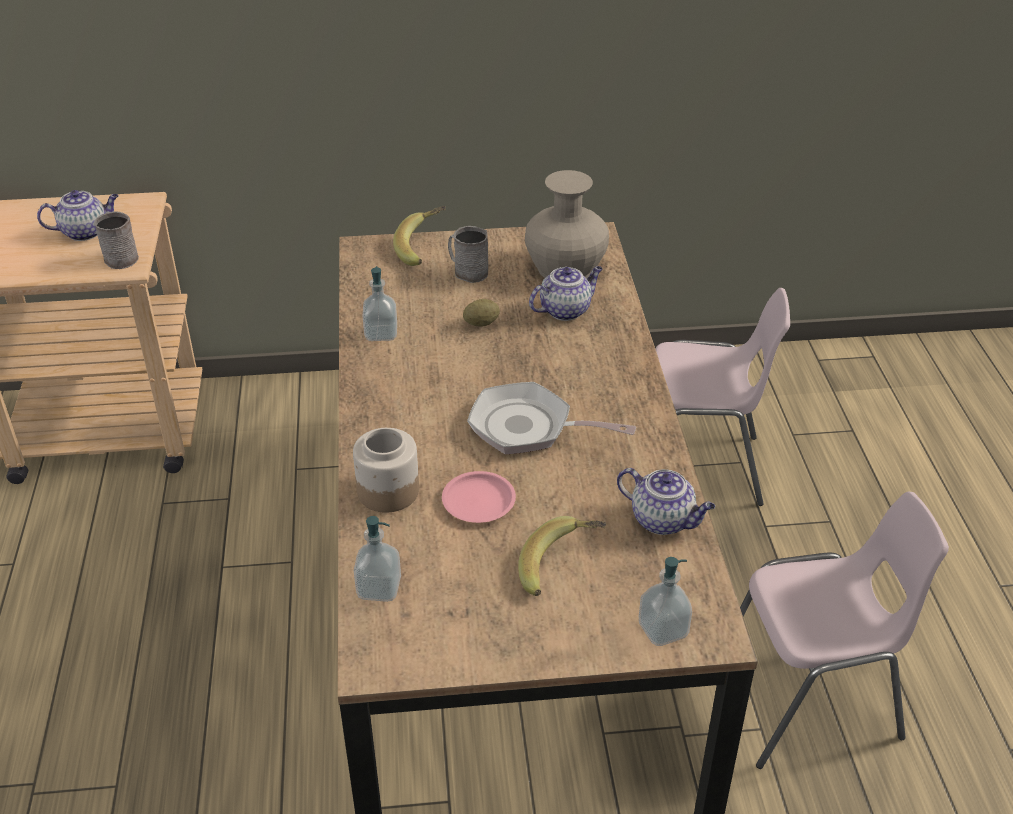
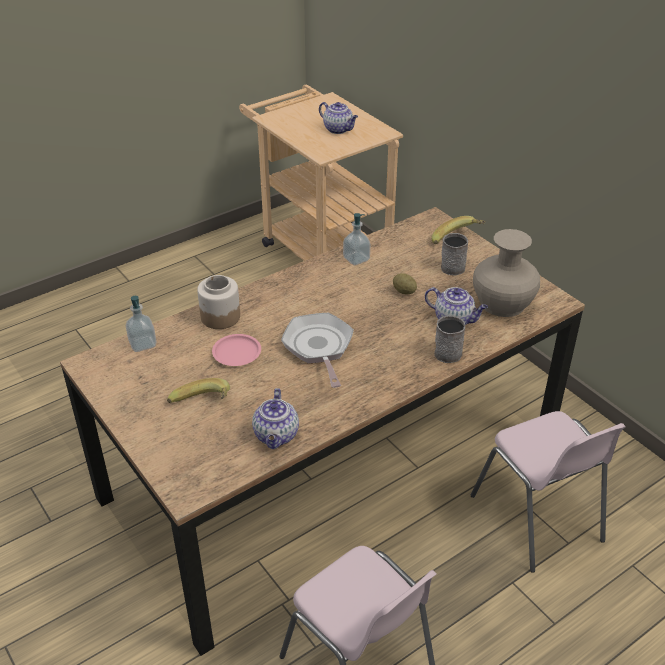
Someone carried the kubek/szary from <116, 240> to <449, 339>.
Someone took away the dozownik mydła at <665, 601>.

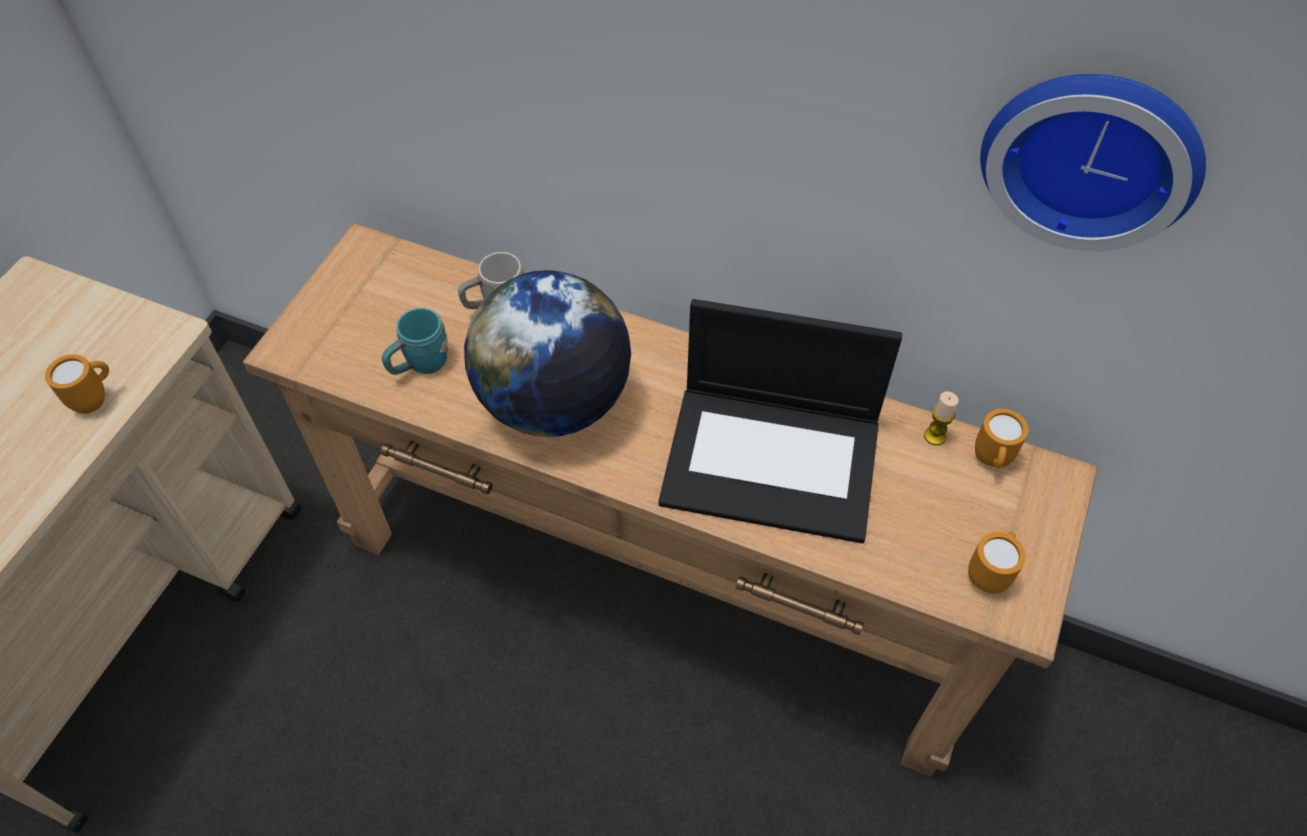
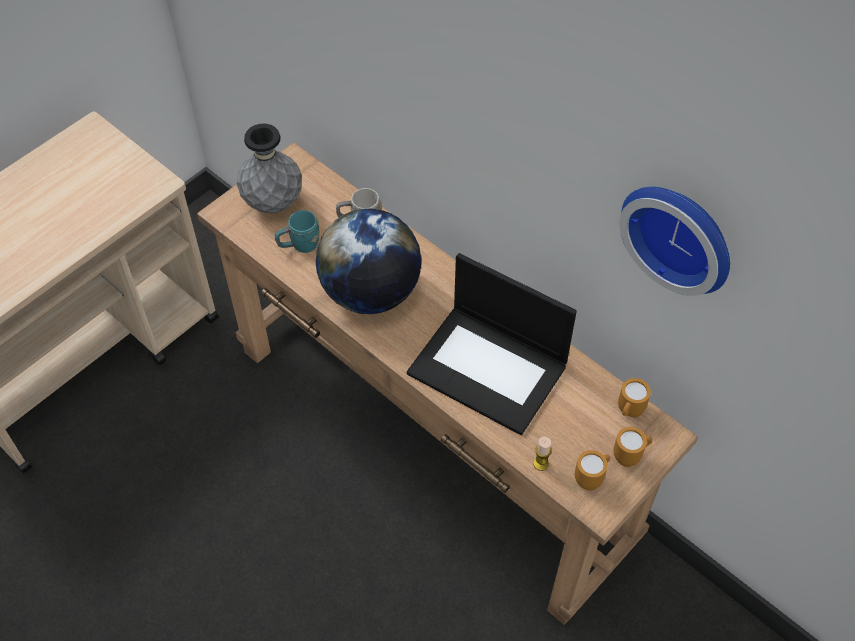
Someone carried the kubek/pomarańczowy from <77, 384> to <632, 447>.
Someone carried the świeca from <941, 418> to <542, 453>.
Someone put down the wazon/szary at <269, 168>.

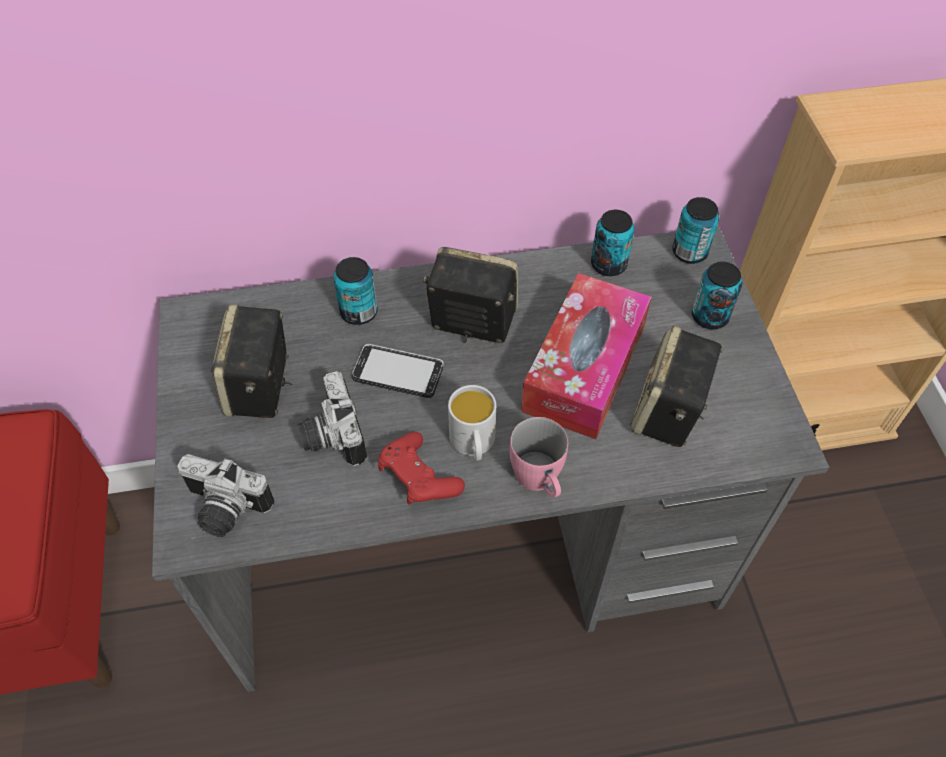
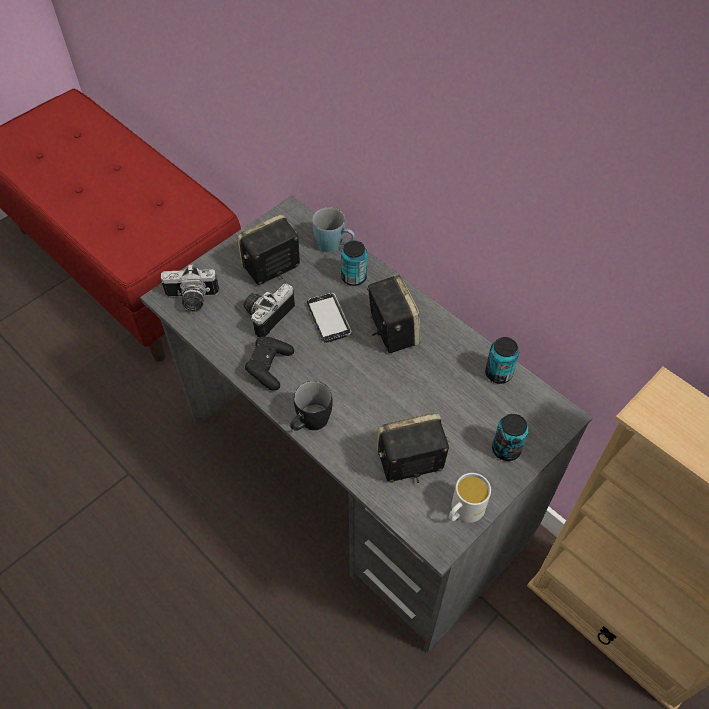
Someone rotated the aparat fotograficzny at <225, 495> by 75 degrees counterclockwise.
Someone repainted the pad do gier/czerwony at <421, 468>, which became the pad do gier/czarny at <269, 363>.
Someone carried the kubek/biały from <472, 423> to <470, 498>.
Someone repainted the kubek/różowy at <539, 457>, which became the kubek/czarny at <311, 406>.
Someone took away the pudełko chusteczek at <586, 356>.
Someone took away the puszka at <695, 230>.
Someone put down the kubek/niebieski at <333, 230>.

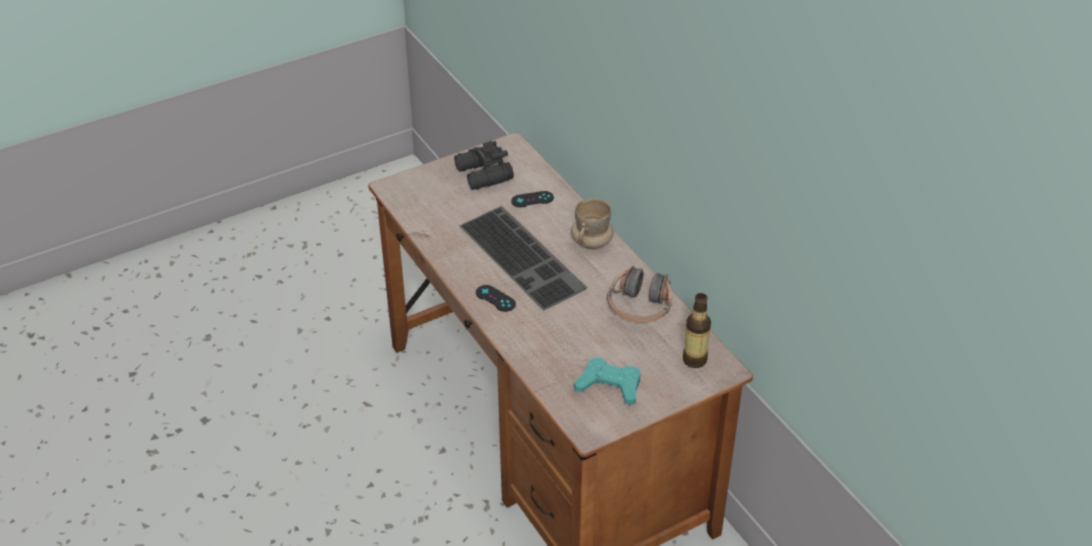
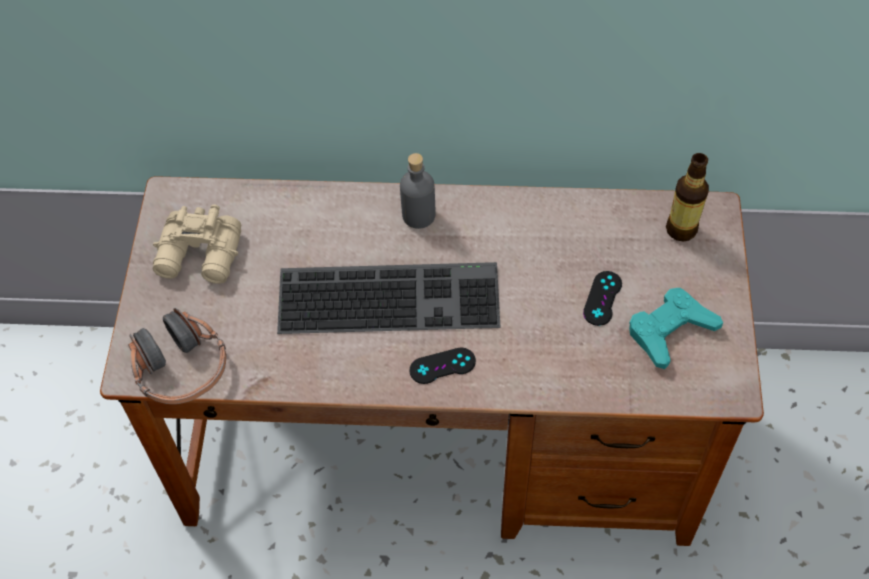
Someone repainted the lornetka/czarny at <484, 165>, which became the lornetka/beżowy at <197, 244>.
Someone carried the pad do gier/czarny from <532, 199> to <602, 298>.
Someone swapped the kubek/beżowy at <592, 224> for the butelka/szary at <418, 191>.
Someone carried the słuchawki from <639, 294> to <177, 356>.

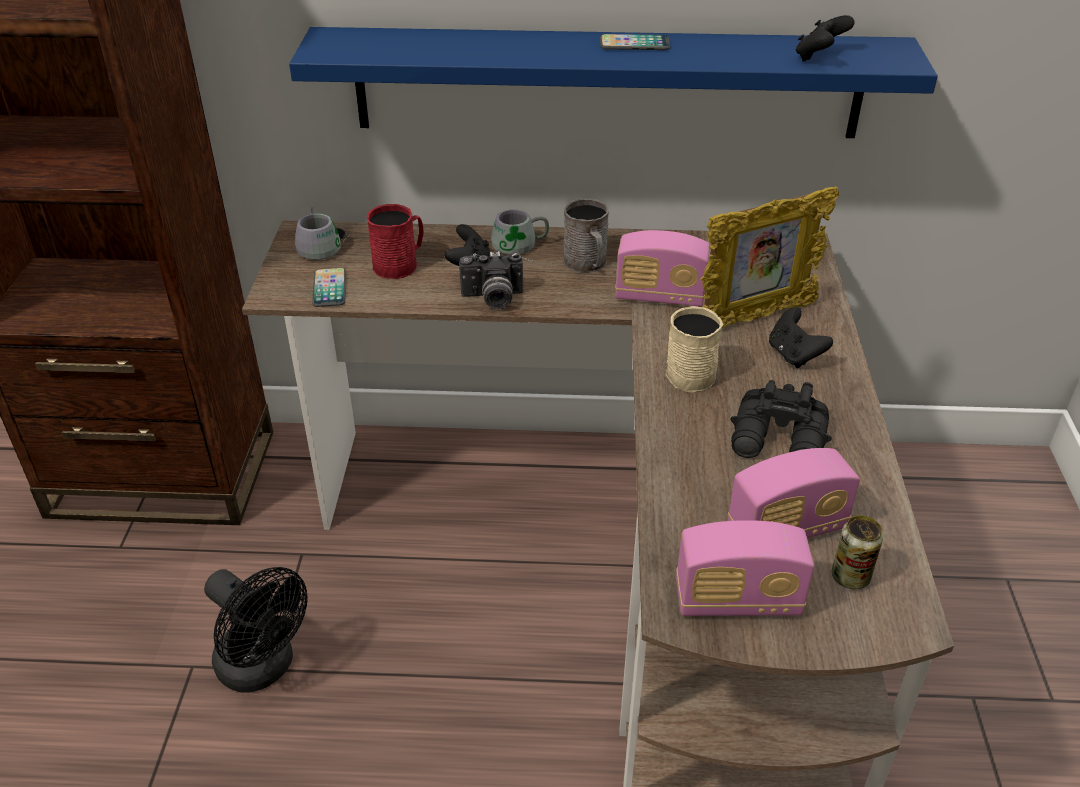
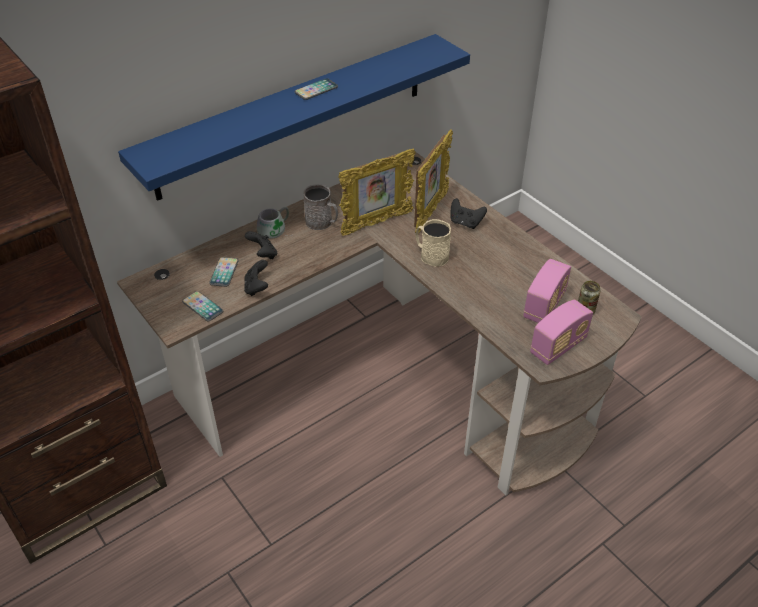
Someone took away the wentylator/czarny at <256, 630>.
Someone took away the kubek/szary at <322, 233>.
Someone swapped the kubek/czerwony at <395, 241> for the telefon at <224, 272>.
Someone took away the aparat fotograficzny at <491, 280>.
Someone swapped the radio at <662, 268> for the ramka na zdjęcie at <377, 192>.
Someone took away the lornetka/czarny at <781, 419>.
Someone carried the pad do gier/czarny from <825, 38> to <256, 278>.

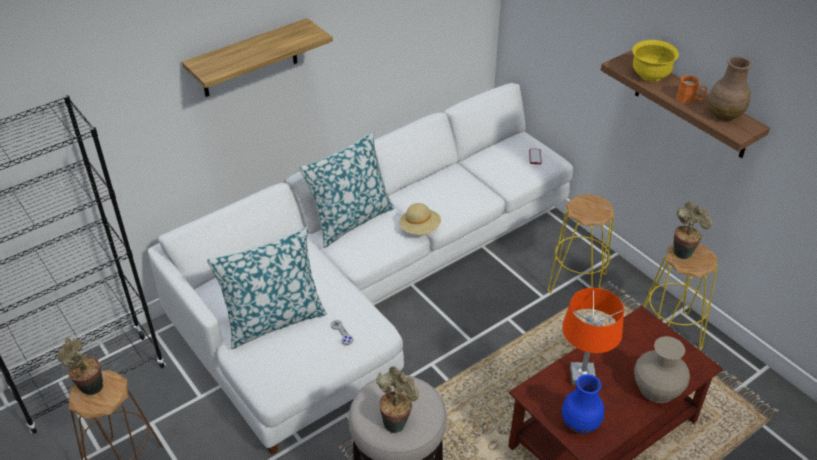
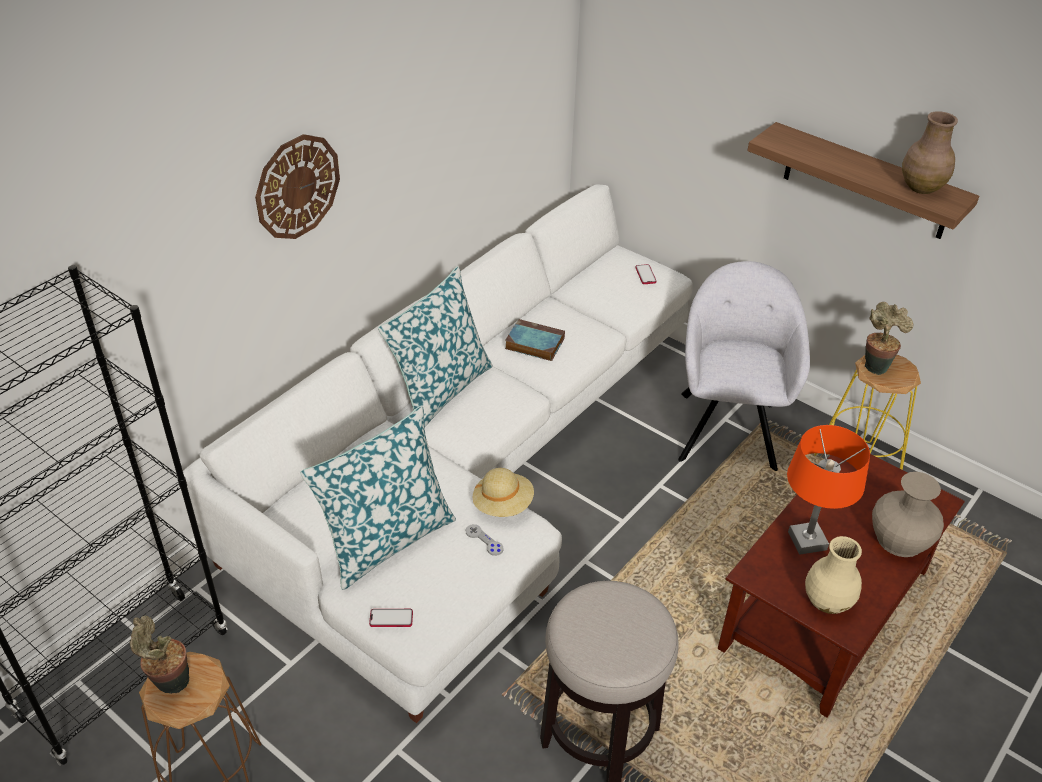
Someone swapped the półka at <257, 57> for the zegar ścienny at <297, 186>.
Someone took away the roślina doniczkowa at <397, 399>.
Someone carried the kapelusz/beżowy from <420, 219> to <503, 492>.
Someone swapped the stołek/żółty at <581, 243> for the fotel/szary at <744, 366>.
Someone repainted the wazon/niebieski at <583, 404>, which became the wazon/beżowy at <833, 575>.
Someone took away the miska/żółty at <655, 61>.
Someone took away the kubek/pomarańczowy at <692, 89>.
Someone put down the telefon at <391, 618>.
Someone put down the książka at <535, 340>.

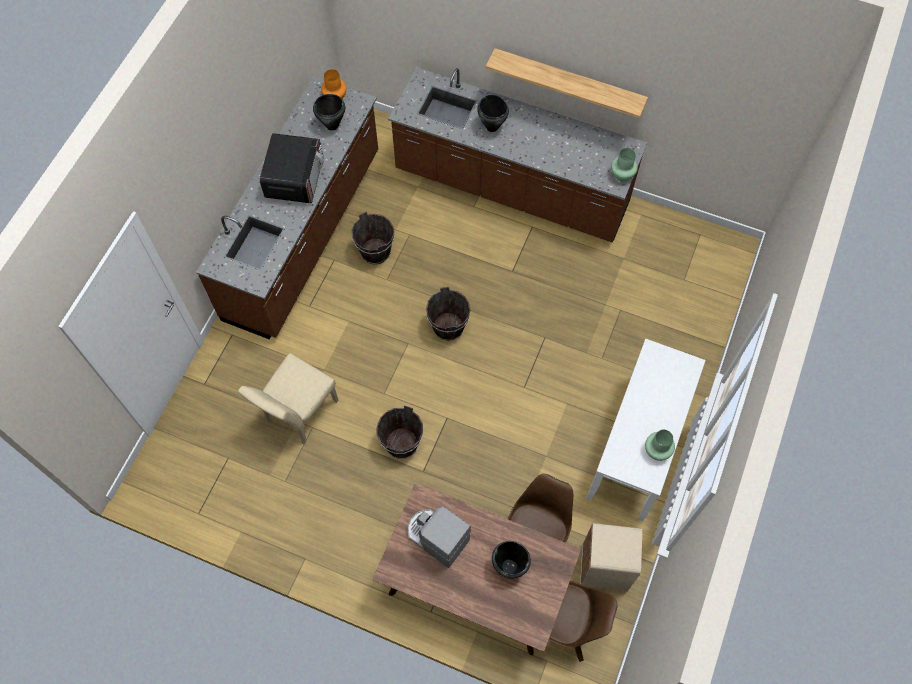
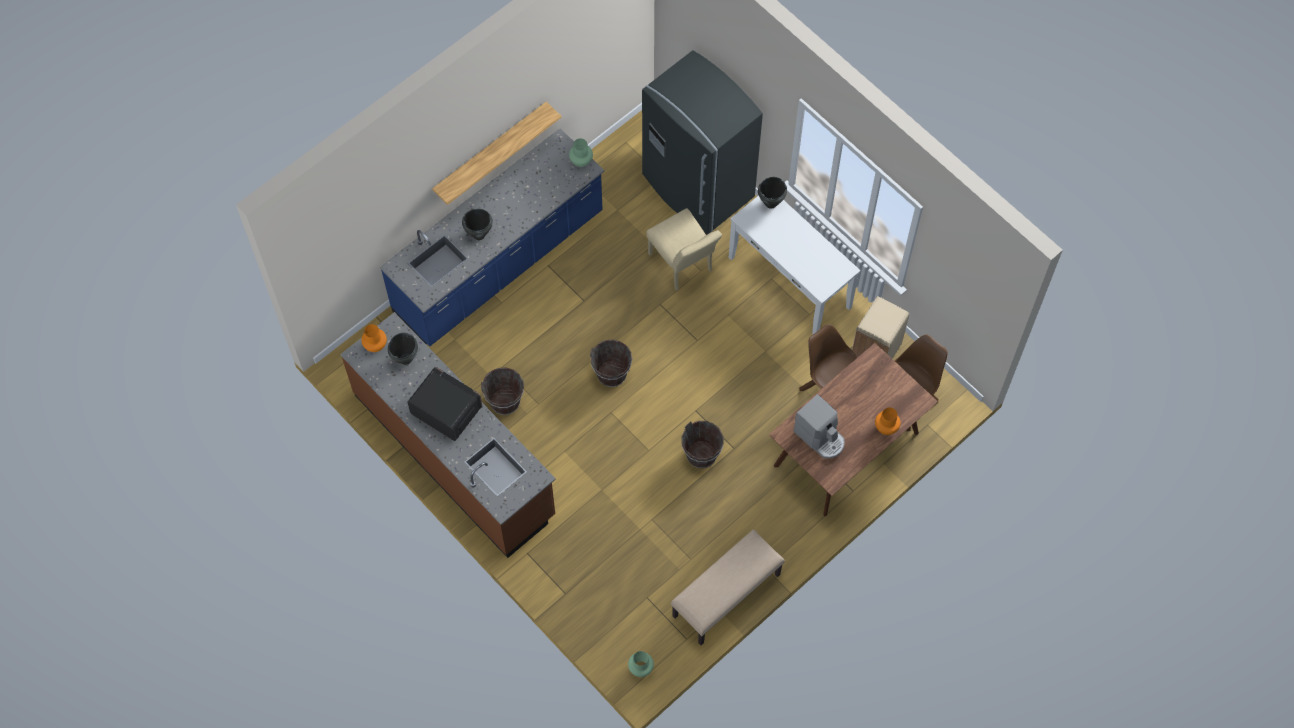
Someone carried the krzesło/beżowy from <288, 399> to <684, 249>.
Someone repainted the zabudowa kuchenna/brązowy at <517, 154>, which became the zabudowa kuchenna/niebieski at <492, 237>.
Someone rotated the ekspres do kawy at <439, 537> by 105 degrees counterclockwise.
Someone carried the garnek/czarny from <511, 560> to <772, 193>.
Someone carried the wazon/zielony from <660, 445> to <641, 664>.
Someone put down the lodówka/szary at <702, 142>.
Someone put down the ławka/beżowy at <728, 587>.
Someone put down the wazon/pomarańczowy at <887, 421>.

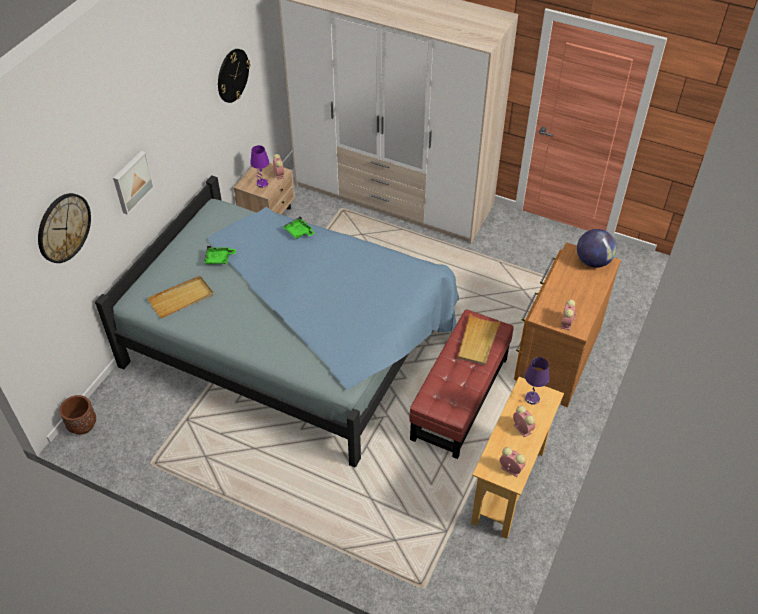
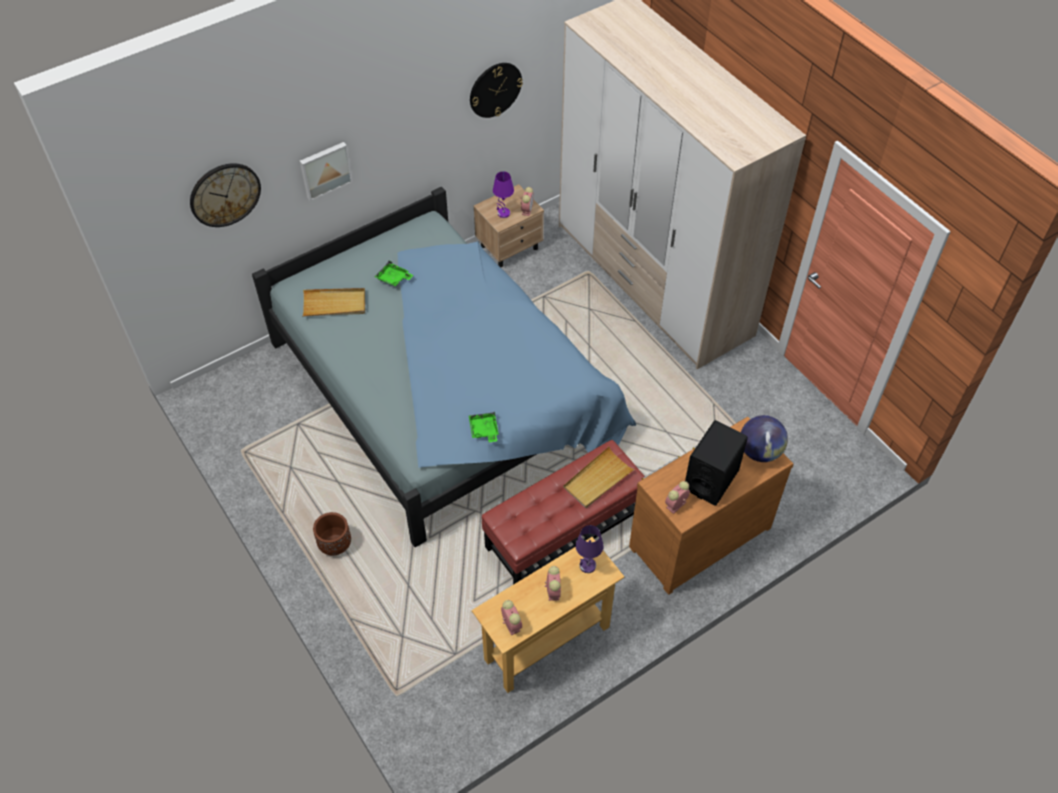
Someone carried the donica/brązowy from <77, 414> to <332, 534>.
Someone carried the taca/zielony from <298, 227> to <484, 426>.
Someone put down the głośnik/czarny at <716, 463>.

